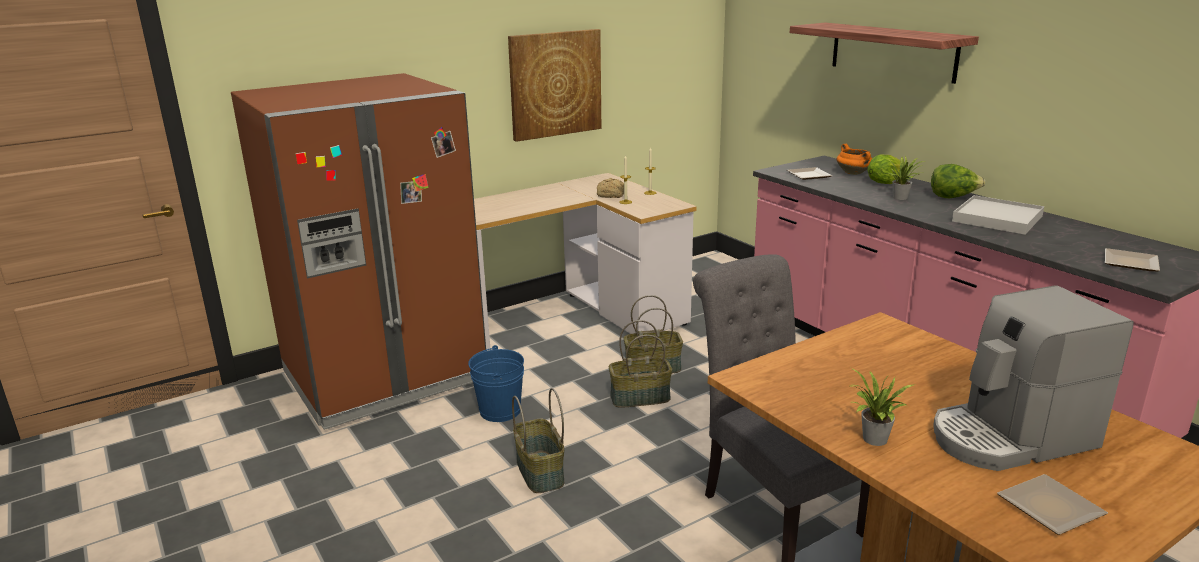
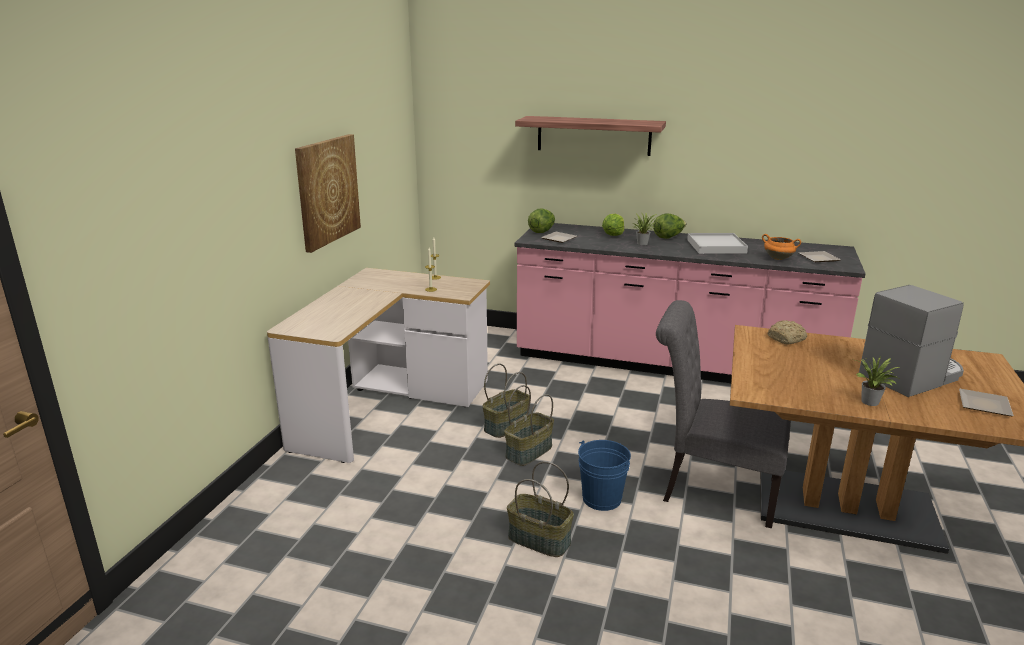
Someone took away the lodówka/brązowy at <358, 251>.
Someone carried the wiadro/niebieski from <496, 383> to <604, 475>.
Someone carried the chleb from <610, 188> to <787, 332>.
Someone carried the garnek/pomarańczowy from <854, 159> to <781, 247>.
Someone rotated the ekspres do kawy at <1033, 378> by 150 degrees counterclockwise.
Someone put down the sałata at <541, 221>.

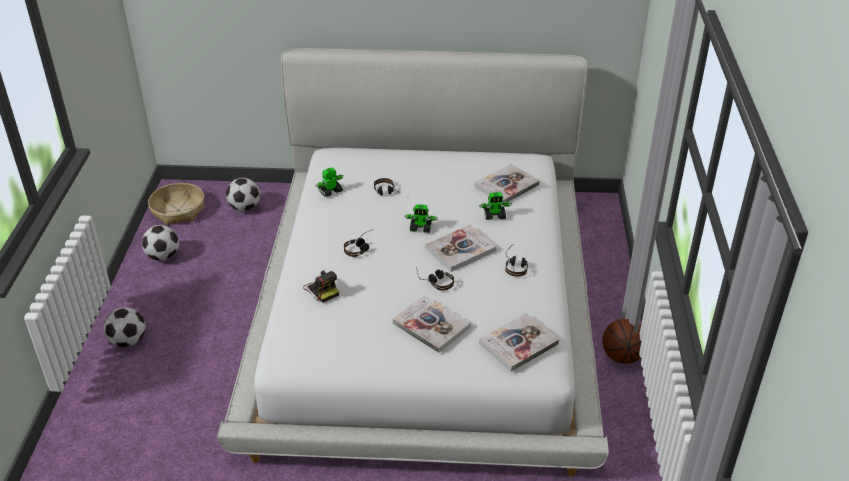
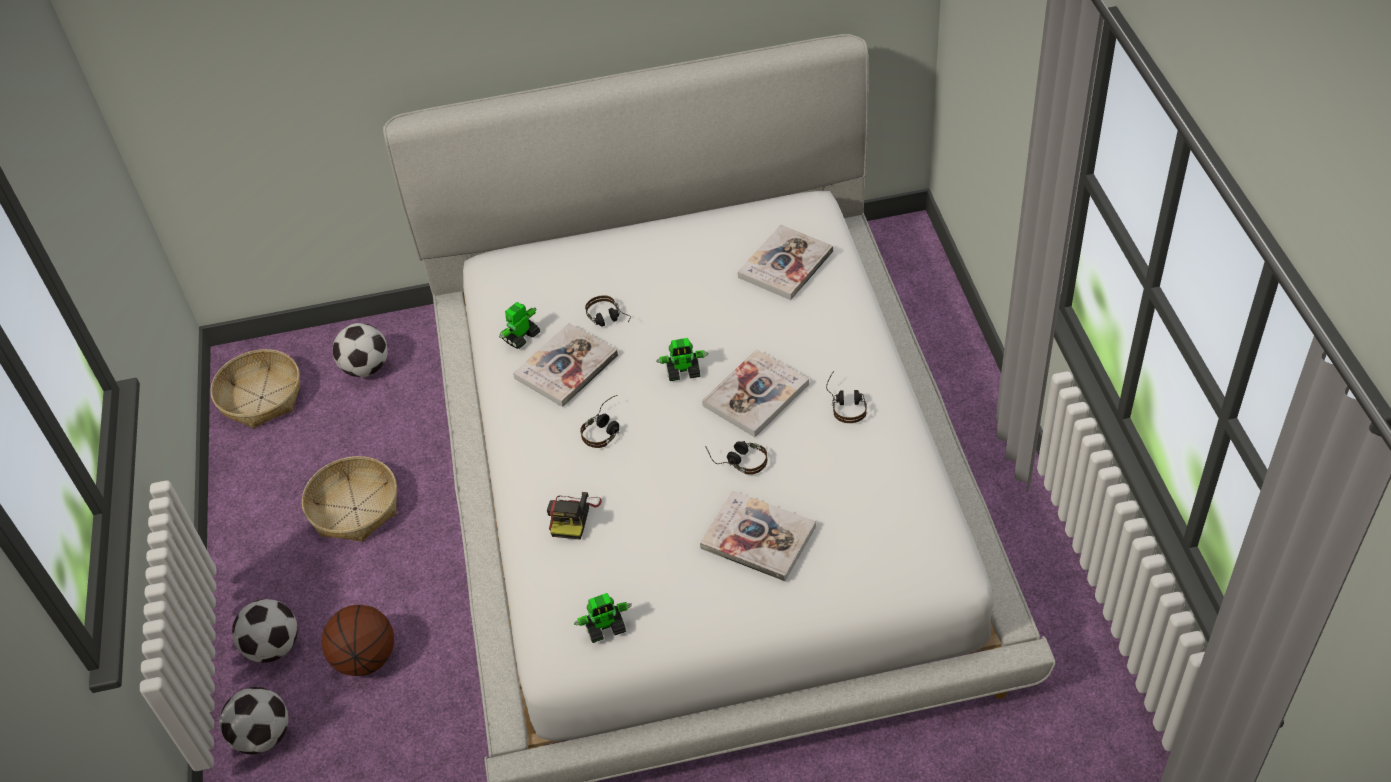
Someone carried the piłka futbolowa from <160, 243> to <253, 721>.
Someone rotated the aparat fotograficzny at <321, 286> by 60 degrees clockwise.
Someone carried the robot zabawkowy from <495, 206> to <603, 618>.
Someone carried the książka from <519, 342> to <565, 365>.
Someone carried the piłka do koszykówki from <622, 341> to <358, 640>.
Someone put down the koszyk at <349, 499>.

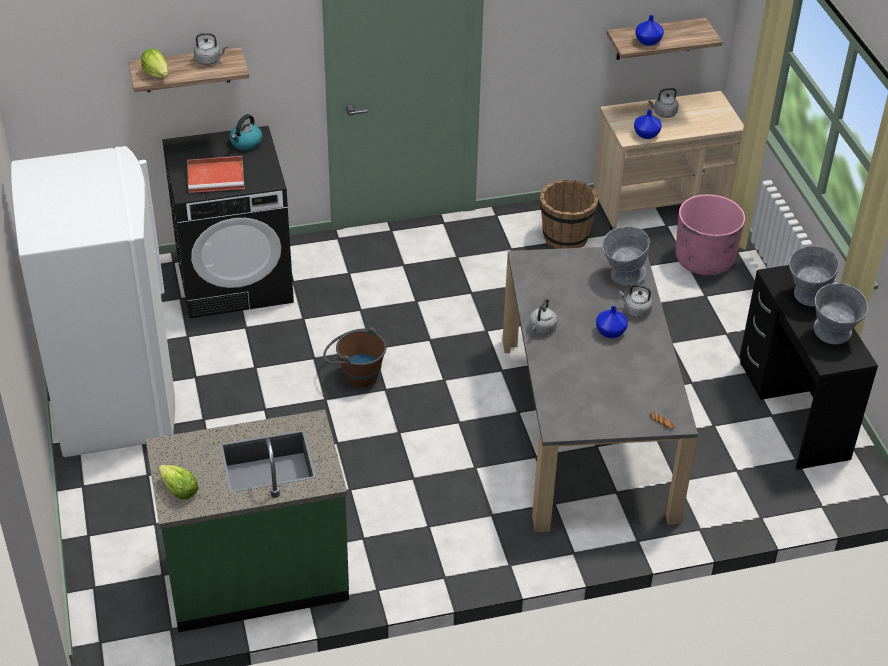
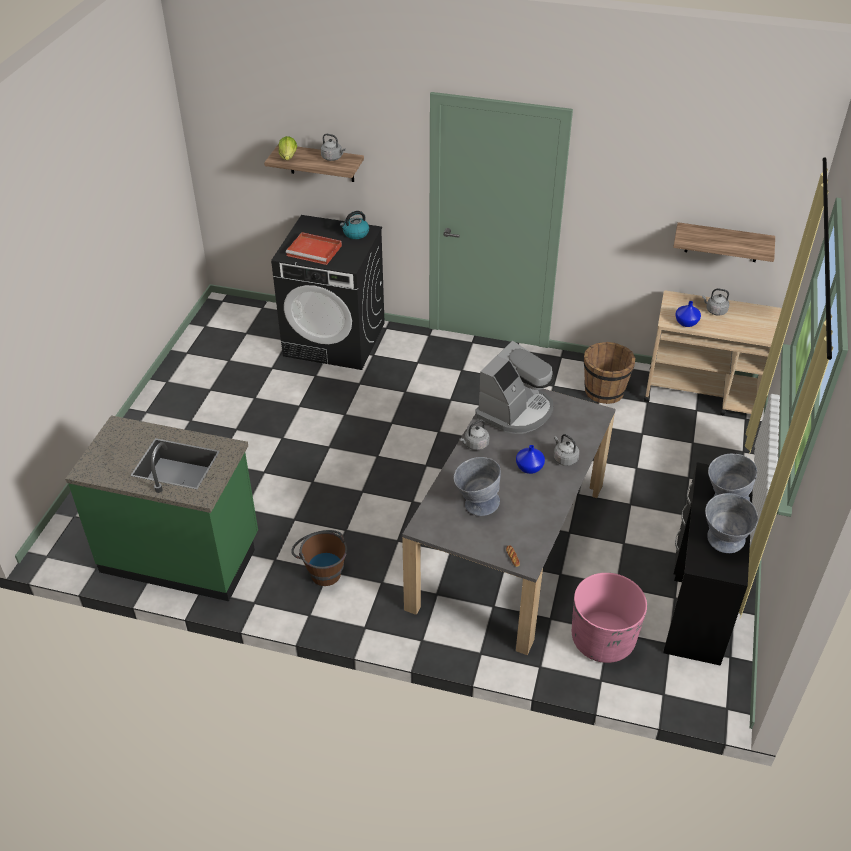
Someone took away the lodówka/biały at <93, 302>.
Someone took away the sałata at <178, 482>.
Someone carried the wiadro/brązowy from <355, 357> to <319, 558>.
Someone carried the miska/szary from <626, 256> to <477, 486>.
Someone took away the wazon/niebieski at <649, 30>.
Someone carried the donica/różowy from <710, 235> to <609, 618>.
Someone put down the ekspres do kawy at <514, 387>.

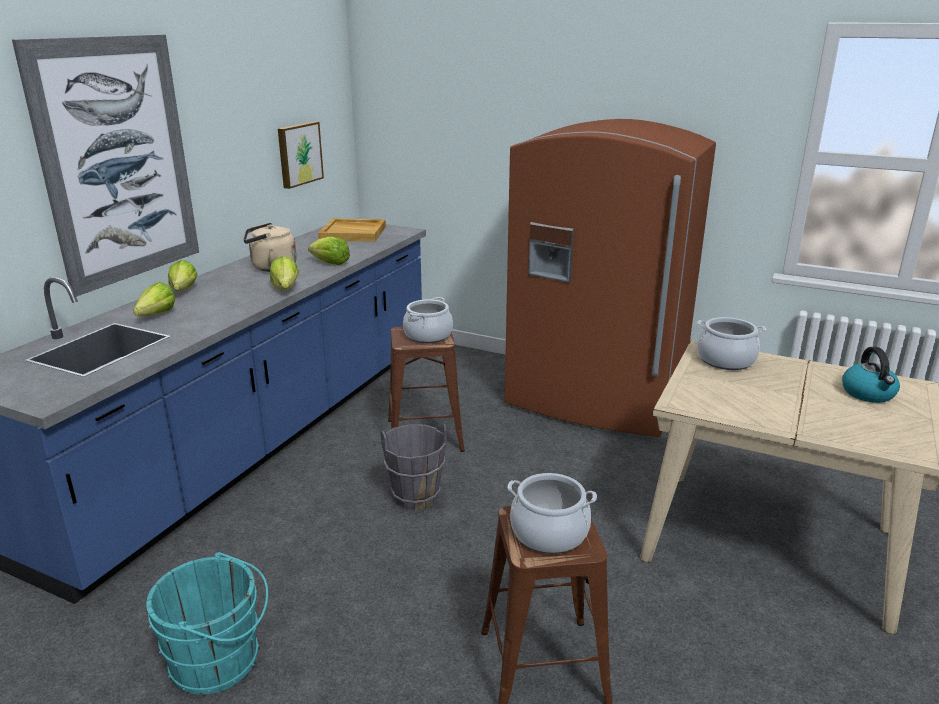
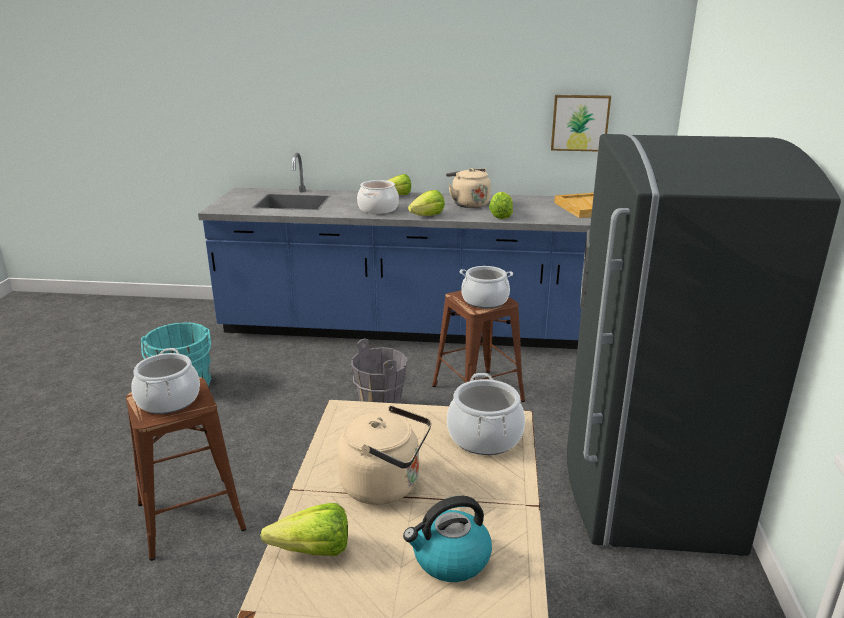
Someone took away the obraz at <105, 165>.
Someone carried the sałata from <154, 299> to <304, 529>.
Someone repainted the lodówka/brązowy at <610, 278>, which became the lodówka/szary at <704, 345>.
Someone put down the czajnik/beżowy at <384, 455>.
Someone put down the garnek at <378, 197>.

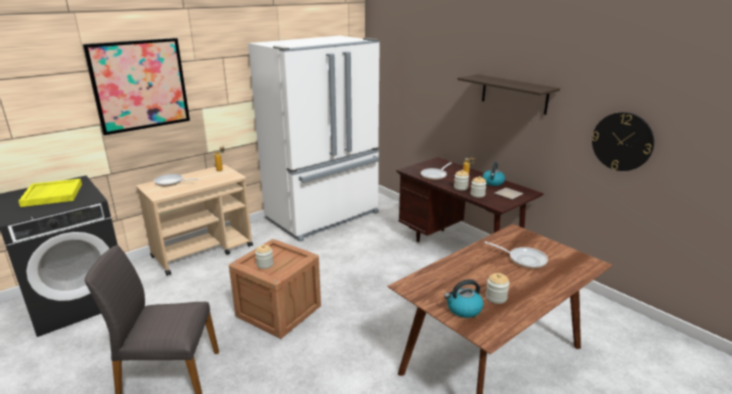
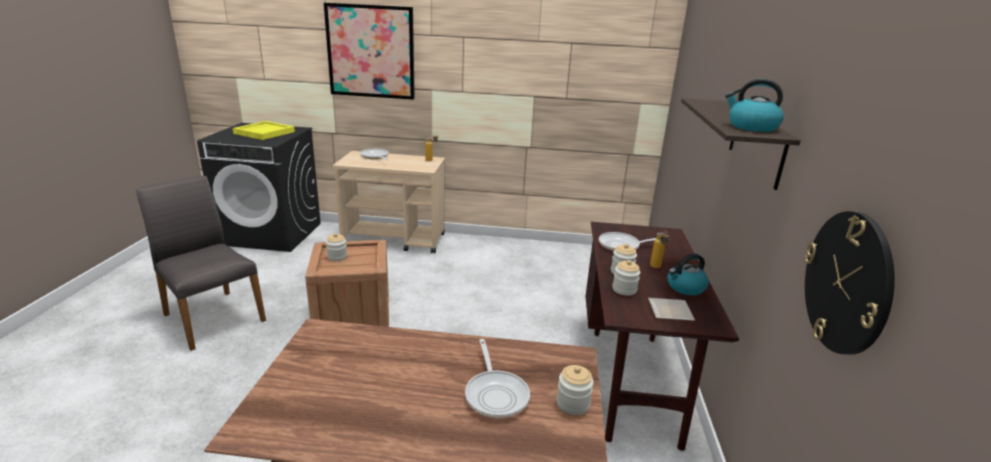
Someone took away the lodówka/biały at <314, 139>.
Someone carried the czajnik from <464, 298> to <754, 105>.
Someone carried the słoik from <497, 288> to <575, 390>.

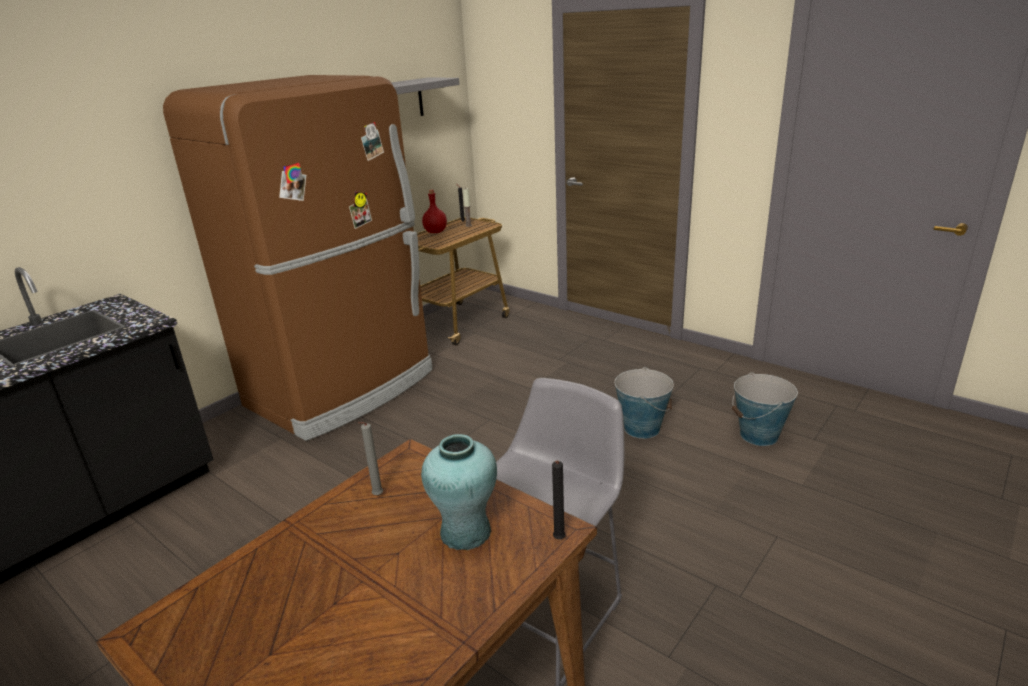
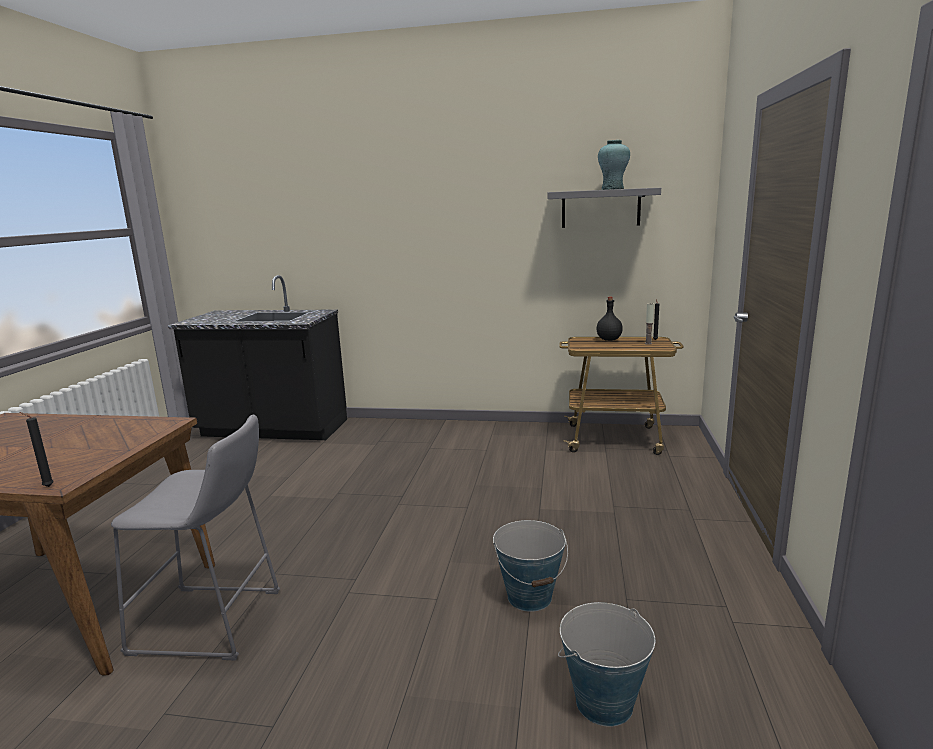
Someone took away the lodówka/brązowy at <298, 258>.
Someone took away the świeca/szary at <370, 458>.
Someone carried the wazon/turkusowy from <459, 492> to <614, 165>.
Someone repainted the butelka/czerwony at <434, 211>, which became the butelka/czarny at <610, 319>.

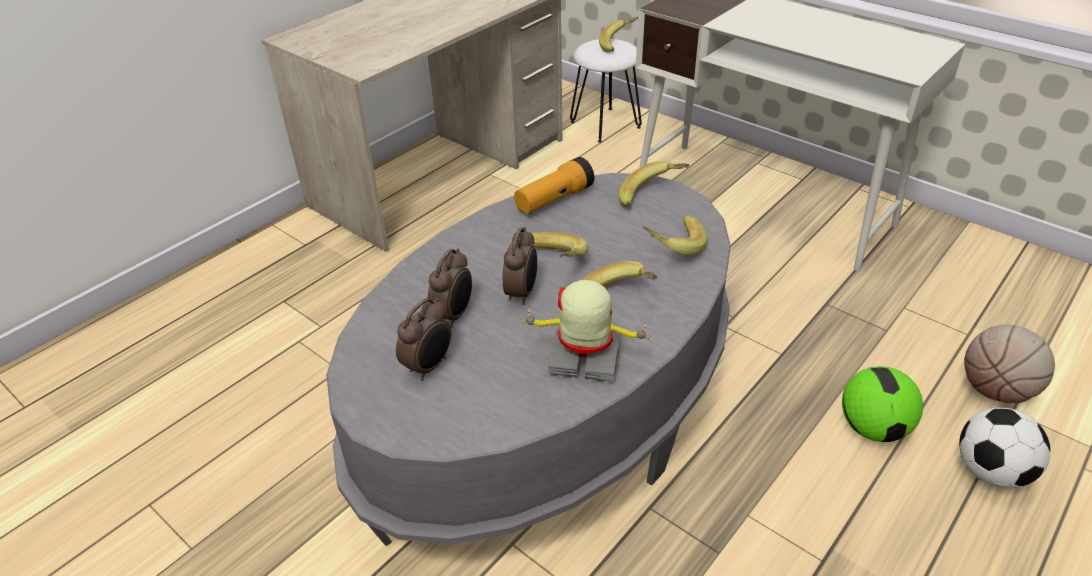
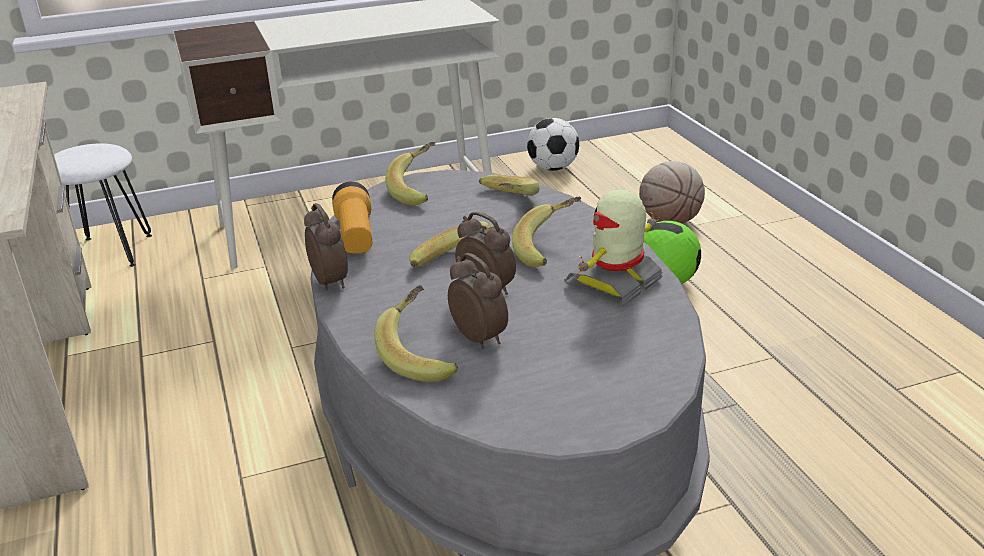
Someone carried the budzik from <423, 339> to <326, 247>.
Someone carried the banan from <618, 34> to <416, 333>.
Someone carried the piłka futbolowa from <1005, 447> to <553, 144>.

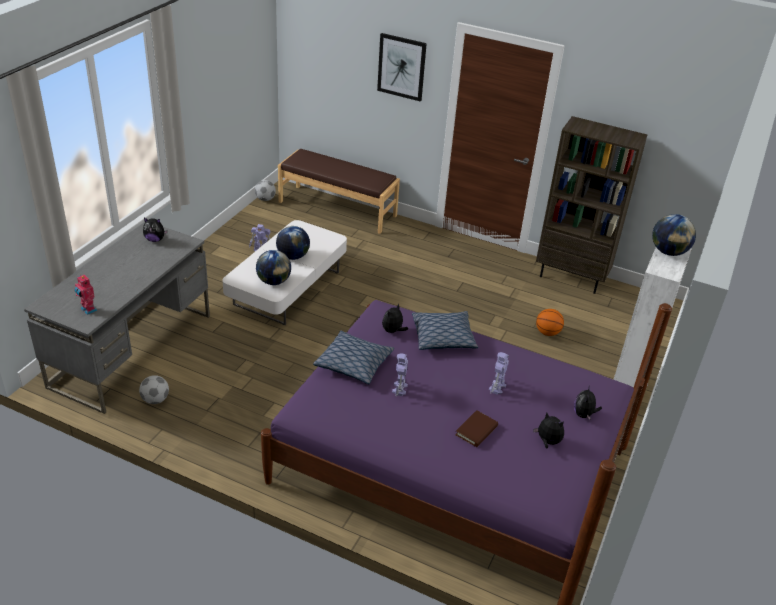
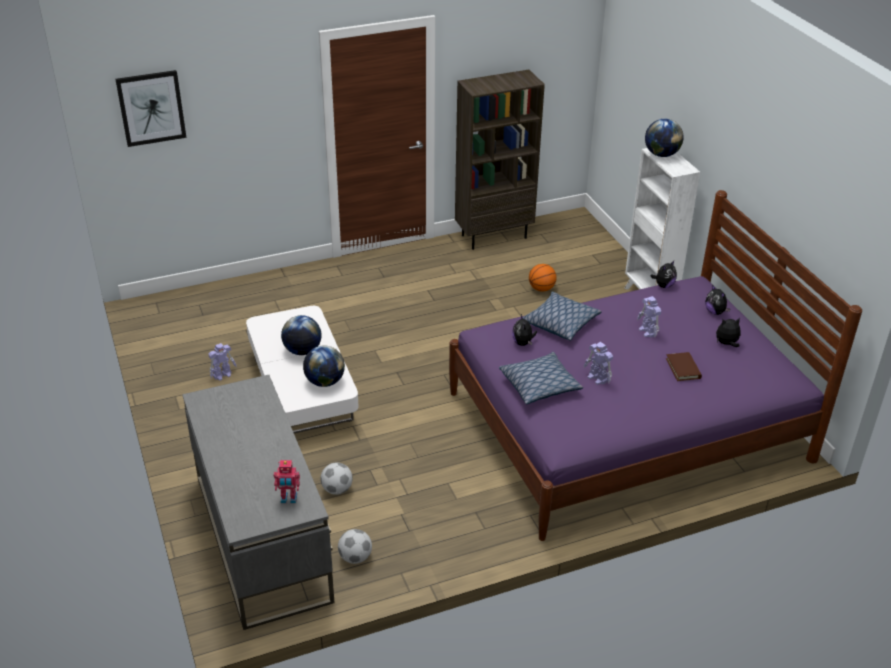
Someone carried the pluszak from <155, 230> to <663, 274>.
Someone carried the piłka futbolowa from <265, 190> to <337, 478>.
Someone took away the ławka/brązowy at <339, 191>.
Someone carried the obraz from <402, 67> to <150, 108>.

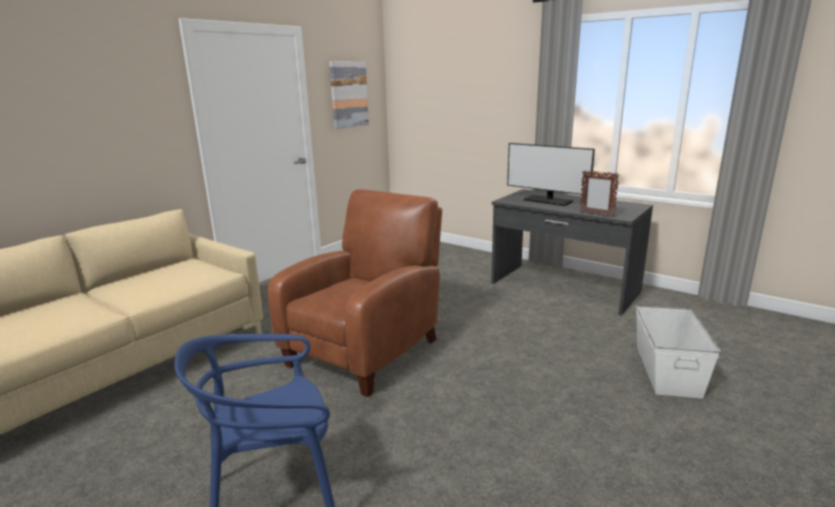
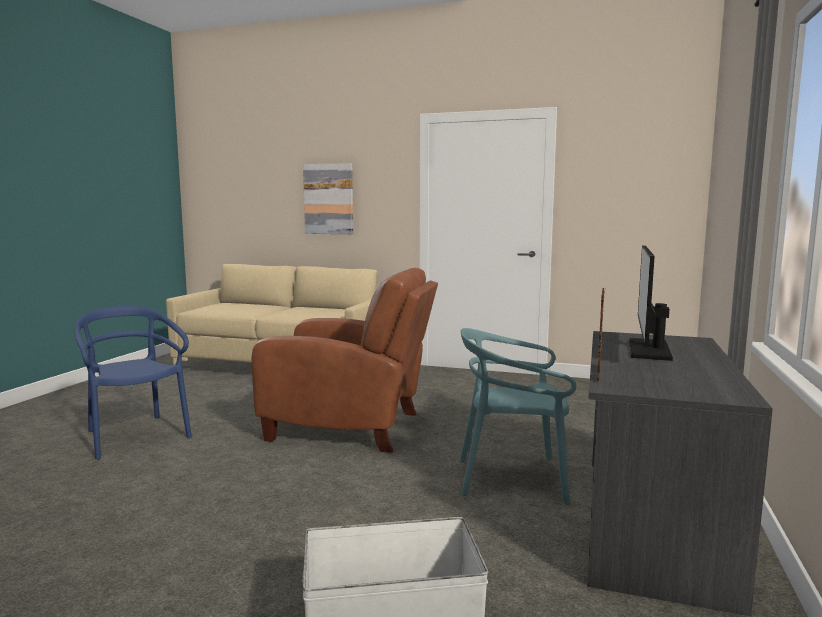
Someone carried the obraz from <349, 95> to <328, 198>.
Someone put down the krzesło/turkusowy at <518, 416>.

